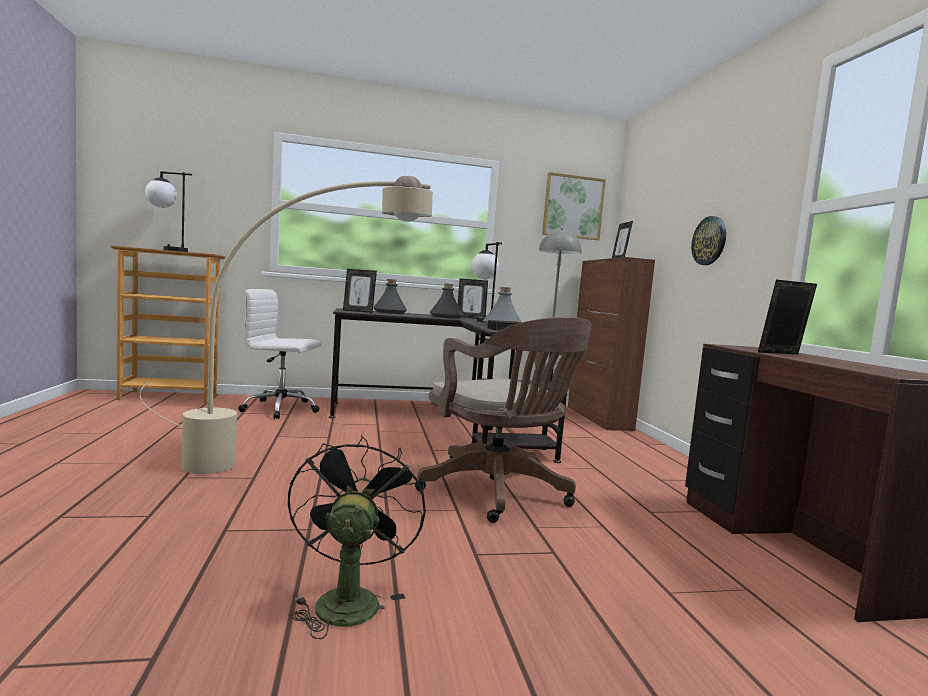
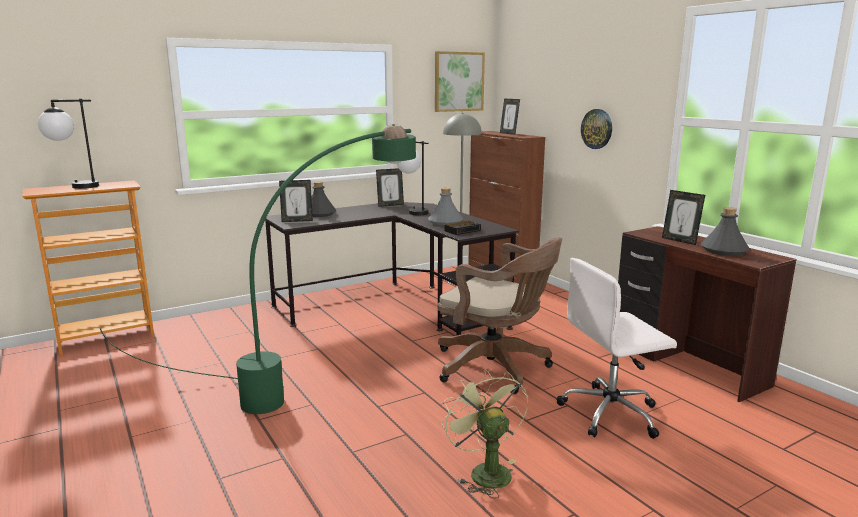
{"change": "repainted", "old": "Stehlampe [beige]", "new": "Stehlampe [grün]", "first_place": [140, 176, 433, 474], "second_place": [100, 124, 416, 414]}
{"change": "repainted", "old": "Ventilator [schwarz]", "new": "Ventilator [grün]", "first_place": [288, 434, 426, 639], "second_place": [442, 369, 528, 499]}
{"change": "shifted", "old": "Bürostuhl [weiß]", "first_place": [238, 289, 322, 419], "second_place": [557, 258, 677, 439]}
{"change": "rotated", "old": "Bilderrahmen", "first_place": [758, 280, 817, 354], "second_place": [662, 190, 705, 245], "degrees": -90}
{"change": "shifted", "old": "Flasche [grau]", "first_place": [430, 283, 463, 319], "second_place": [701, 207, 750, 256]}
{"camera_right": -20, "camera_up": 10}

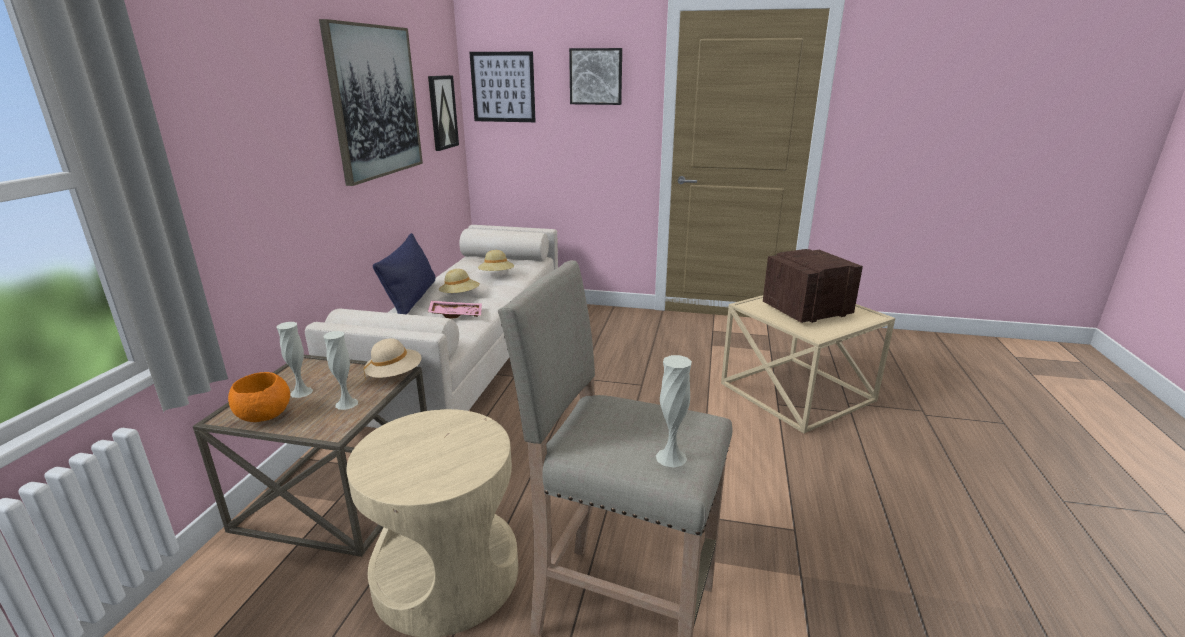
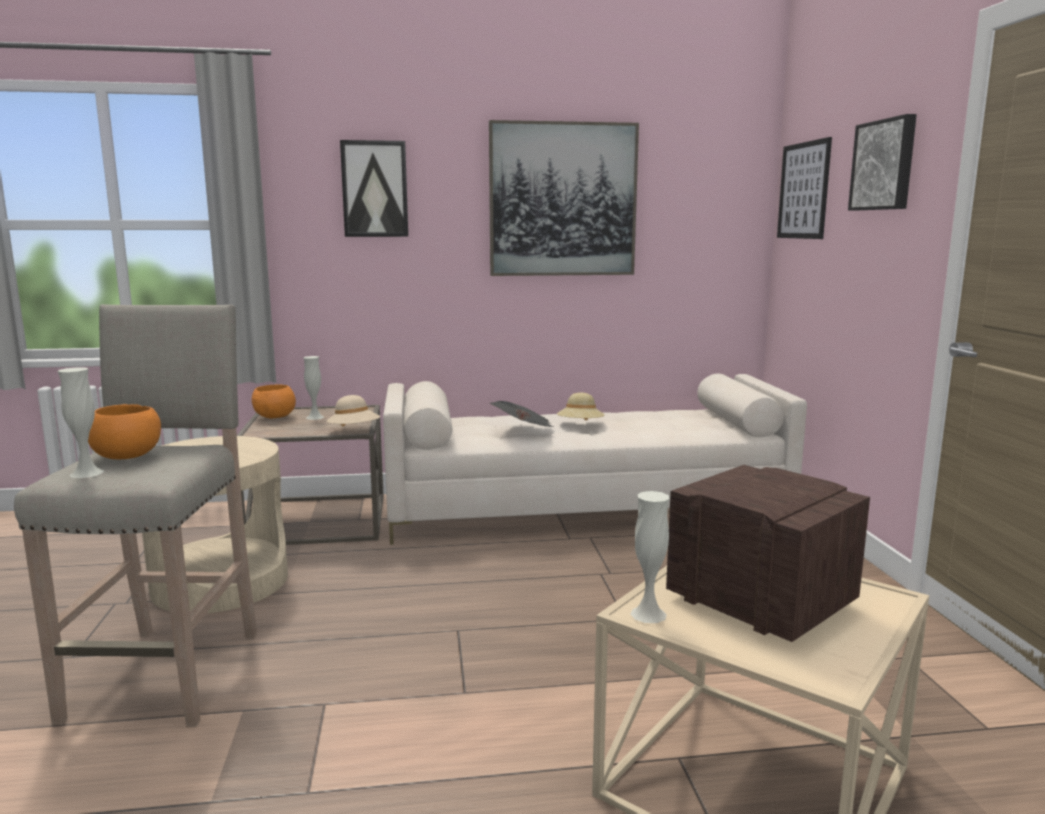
{"change": "new", "new": "Schüssel [orange]", "second_place": [88, 404, 161, 459]}
{"change": "shifted", "old": "Bild", "first_place": [428, 75, 459, 151], "second_place": [340, 140, 408, 237]}
{"change": "swapped", "old": "Tablett [rosa]", "new": "Zeitung", "first_place": [428, 301, 482, 318], "second_place": [490, 401, 554, 427]}
{"change": "shifted", "old": "Vase [weiß]", "first_place": [323, 331, 358, 410], "second_place": [631, 491, 670, 623]}
{"change": "gone", "old": "Kissen [blau]", "first_place": [373, 233, 436, 314]}
{"change": "gone", "old": "Hut [beige]", "first_place": [478, 250, 514, 271]}
{"camera_right": 70, "camera_up": -10}

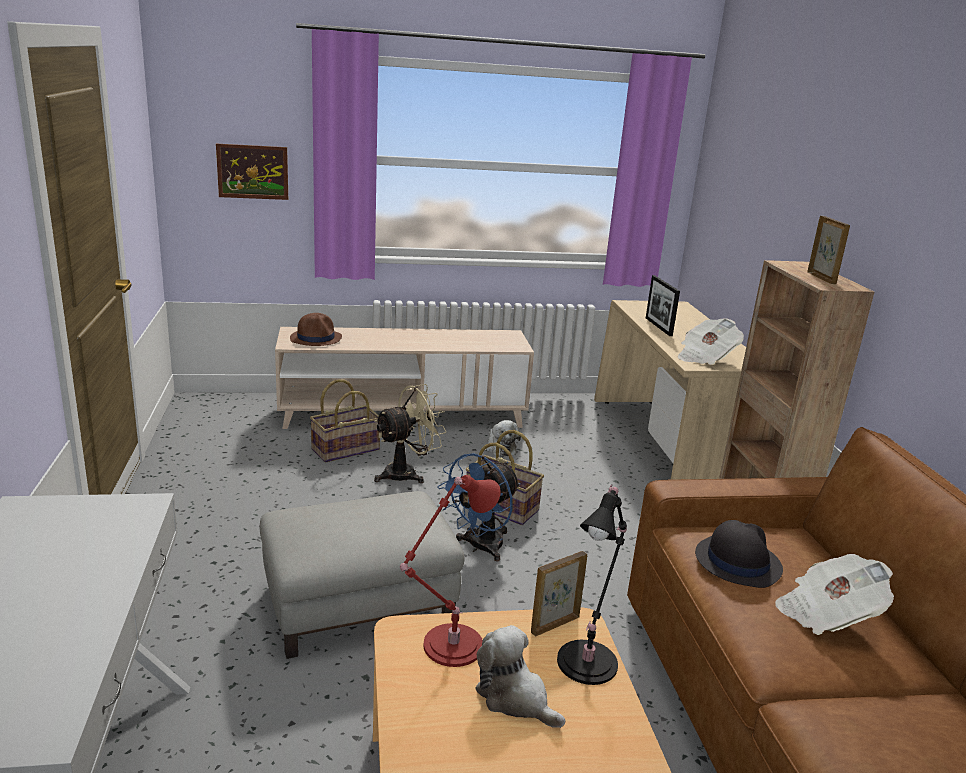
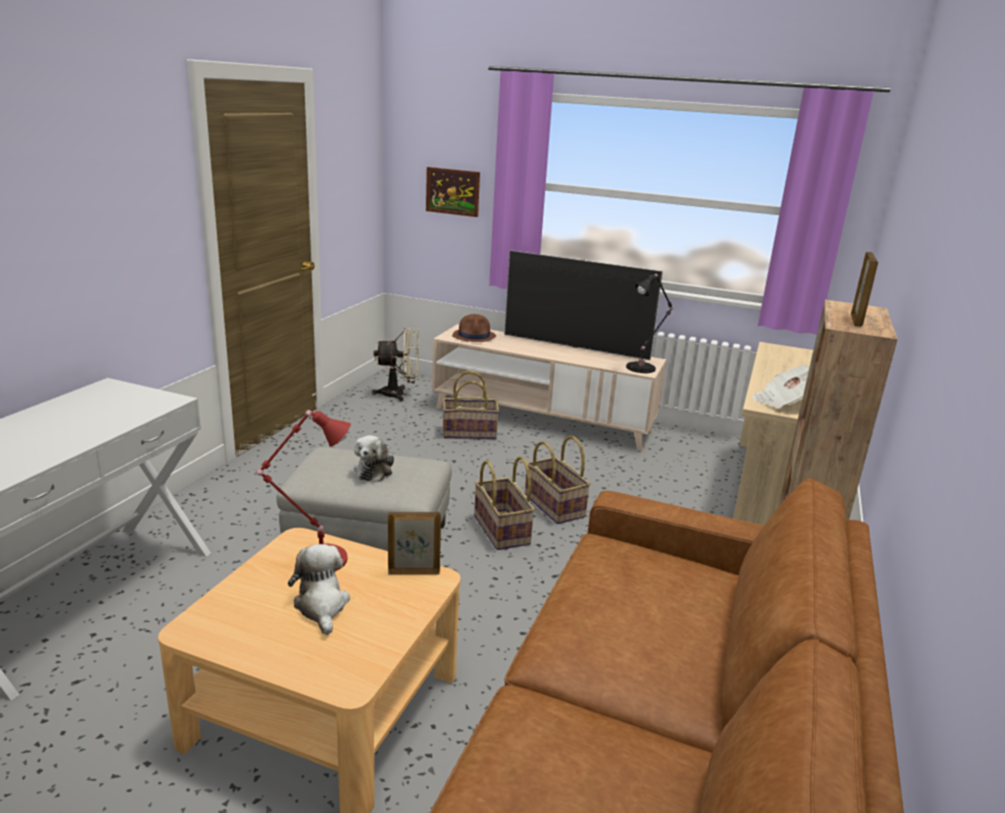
{"change": "shifted", "old": "Plüschtier", "first_place": [486, 420, 521, 457], "second_place": [354, 435, 394, 482]}
{"change": "shifted", "old": "Ventilator [beige]", "first_place": [374, 384, 446, 483], "second_place": [372, 328, 419, 402]}
{"change": "swapped", "old": "Ventilator [blau]", "new": "Korb", "first_place": [437, 453, 521, 561], "second_place": [474, 456, 535, 550]}
{"change": "new", "new": "Fernseher", "second_place": [504, 250, 663, 360]}
{"change": "shifted", "old": "Tischlampe [schwarz]", "first_place": [557, 484, 627, 685], "second_place": [626, 273, 673, 373]}
{"change": "gone", "old": "Bilderrahmen", "first_place": [646, 275, 680, 336]}
{"change": "gone", "old": "Hut [schwarz]", "first_place": [695, 520, 783, 588]}
{"change": "gone", "old": "Zeitung", "first_place": [775, 554, 894, 635]}
{"camera_right": 30, "camera_up": 0}

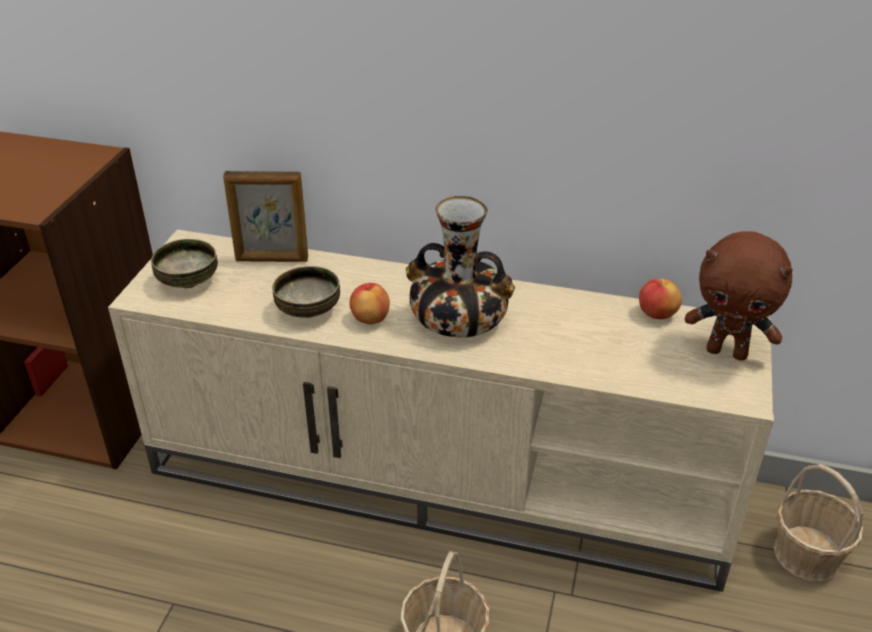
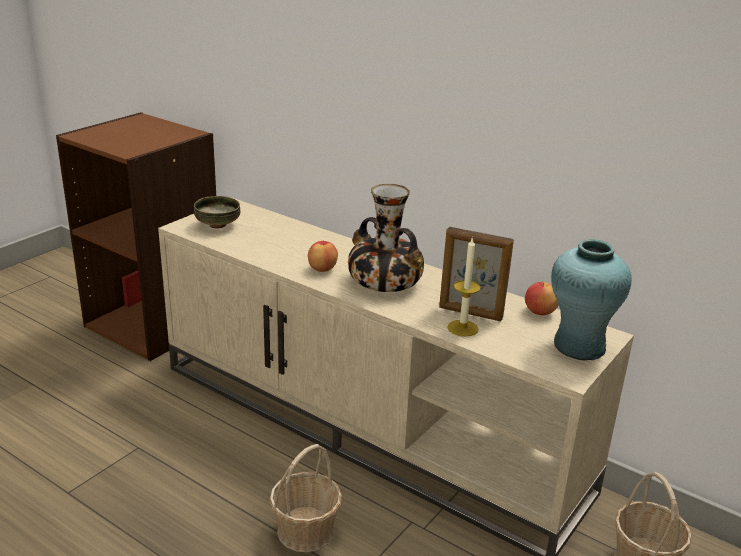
{"change": "shifted", "old": "Bilderrahmen", "first_place": [223, 171, 308, 262], "second_place": [439, 227, 514, 321]}
{"change": "new", "new": "Kerze", "second_place": [447, 237, 481, 337]}
{"change": "swapped", "old": "Plüschtier [braun]", "new": "Vase [türkis]", "first_place": [685, 231, 793, 361], "second_place": [551, 239, 631, 361]}
{"change": "gone", "old": "Schüssel", "first_place": [272, 266, 340, 318]}
{"camera_right": 20, "camera_up": -10}

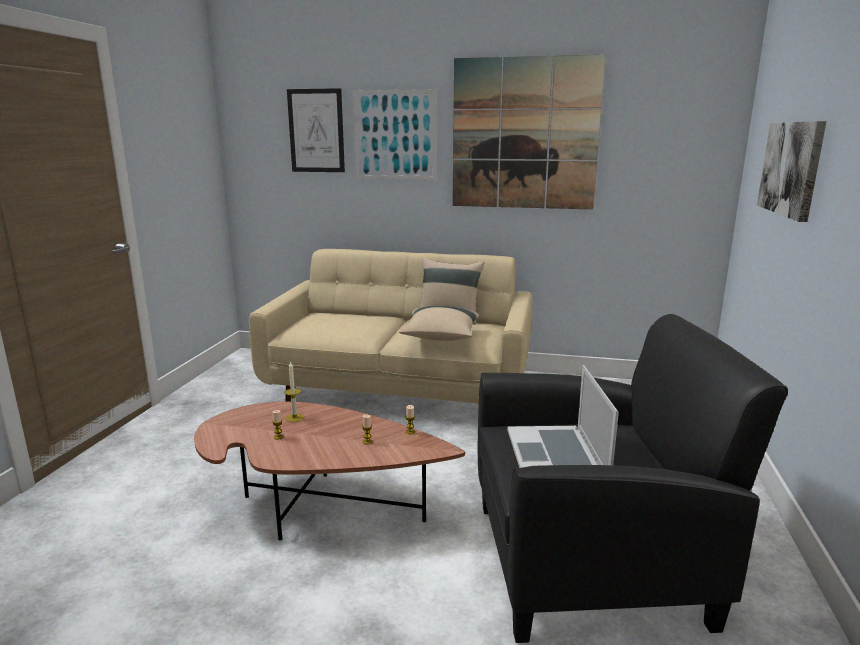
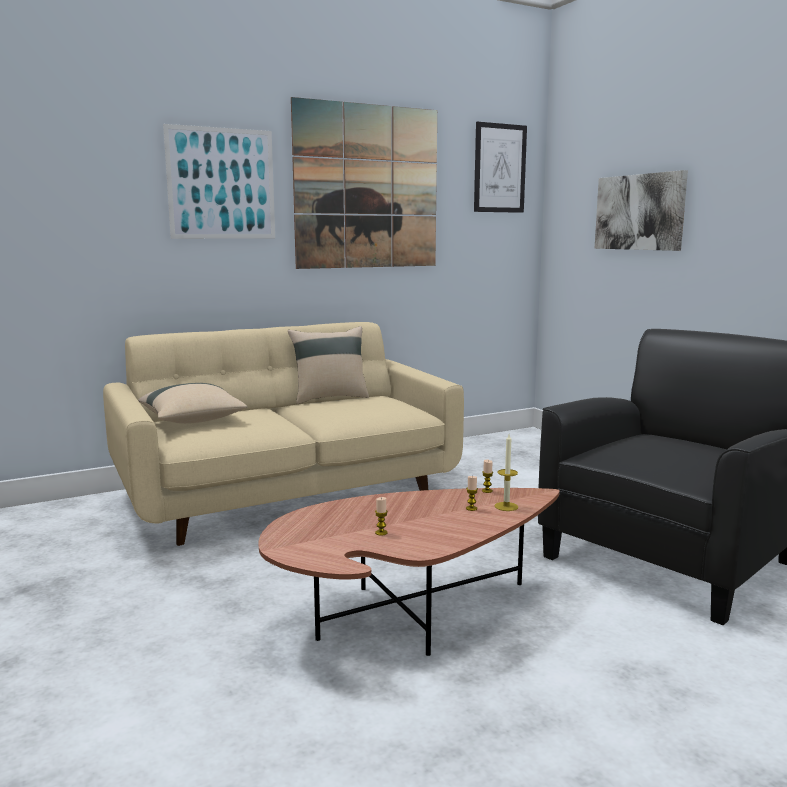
{"change": "shifted", "old": "Kissen [beige]", "first_place": [399, 306, 479, 341], "second_place": [138, 383, 247, 424]}
{"change": "shifted", "old": "Bild", "first_place": [287, 88, 345, 172], "second_place": [474, 122, 527, 213]}
{"change": "shifted", "old": "Kerze", "first_place": [285, 361, 304, 422], "second_place": [495, 434, 518, 511]}
{"change": "gone", "old": "Laptop", "first_place": [507, 365, 619, 468]}
{"camera_right": -40, "camera_up": -5}

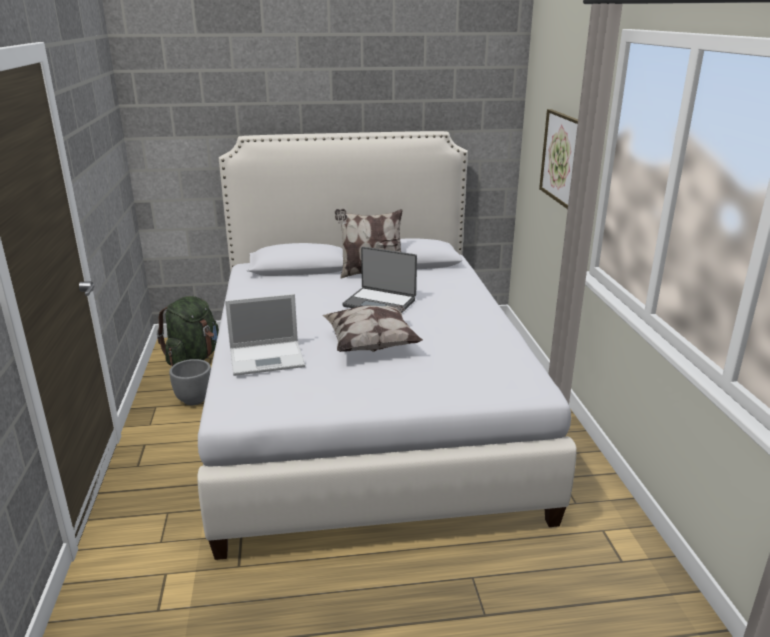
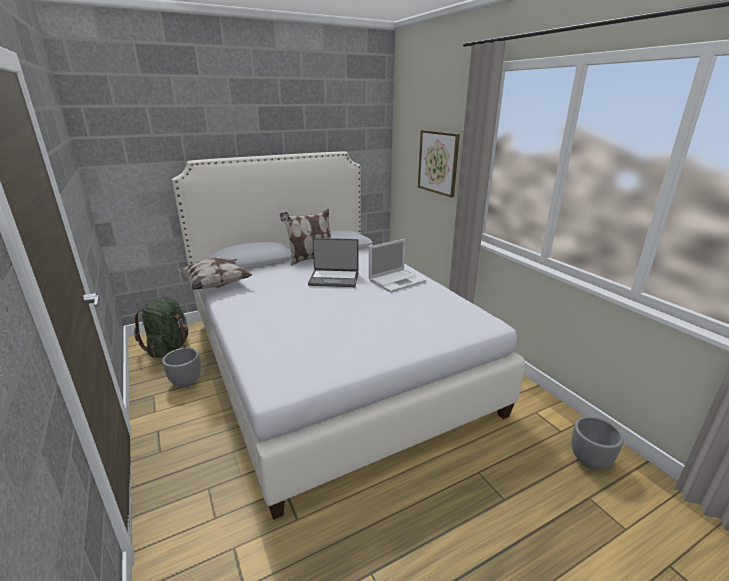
{"change": "shifted", "old": "Kissen", "first_place": [323, 305, 423, 352], "second_place": [178, 257, 252, 290]}
{"change": "shifted", "old": "Laptop", "first_place": [225, 294, 305, 376], "second_place": [369, 239, 426, 293]}
{"change": "new", "new": "Pflanzkübel [grau]", "second_place": [571, 416, 624, 469]}
{"camera_right": -20, "camera_up": 0}

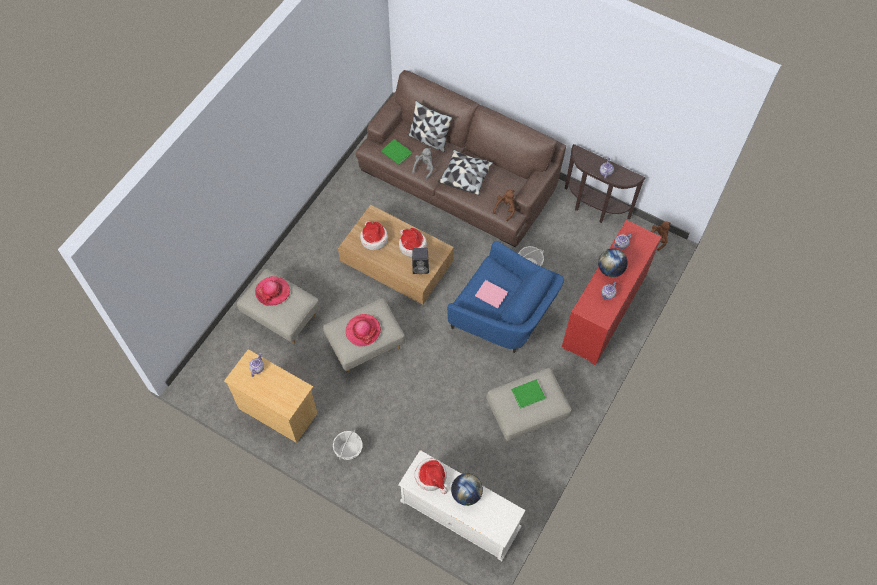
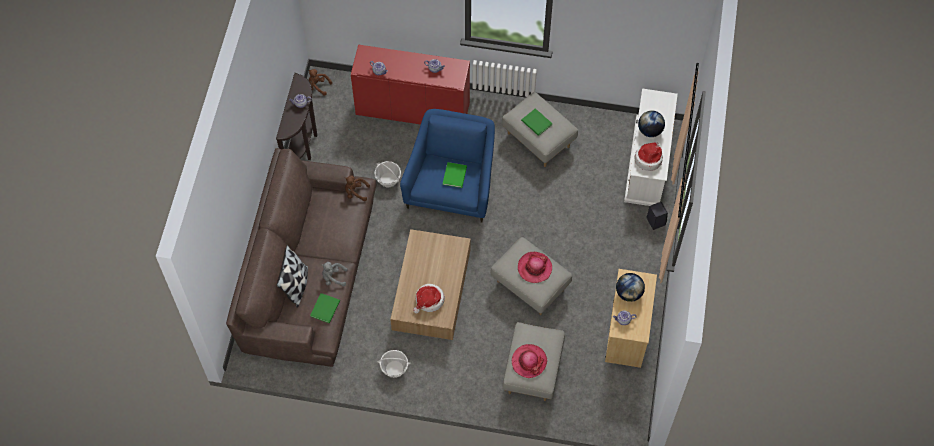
{"change": "shifted", "old": "Korb", "first_place": [333, 430, 363, 460], "second_place": [377, 350, 410, 378]}
{"change": "repainted", "old": "Buch [rosa]", "new": "Buch [grün]", "first_place": [475, 280, 508, 308], "second_place": [443, 162, 467, 188]}
{"change": "shifted", "old": "Globus", "first_place": [598, 248, 628, 277], "second_place": [616, 273, 645, 302]}
{"change": "shifted", "old": "Lautsprecher [schwarz]", "first_place": [412, 248, 429, 274], "second_place": [646, 202, 668, 230]}
{"change": "gone", "old": "Hut", "first_place": [399, 228, 427, 257]}
{"change": "gone", "old": "Kissen", "first_place": [438, 150, 493, 195]}
{"camera_right": -110, "camera_up": 0}

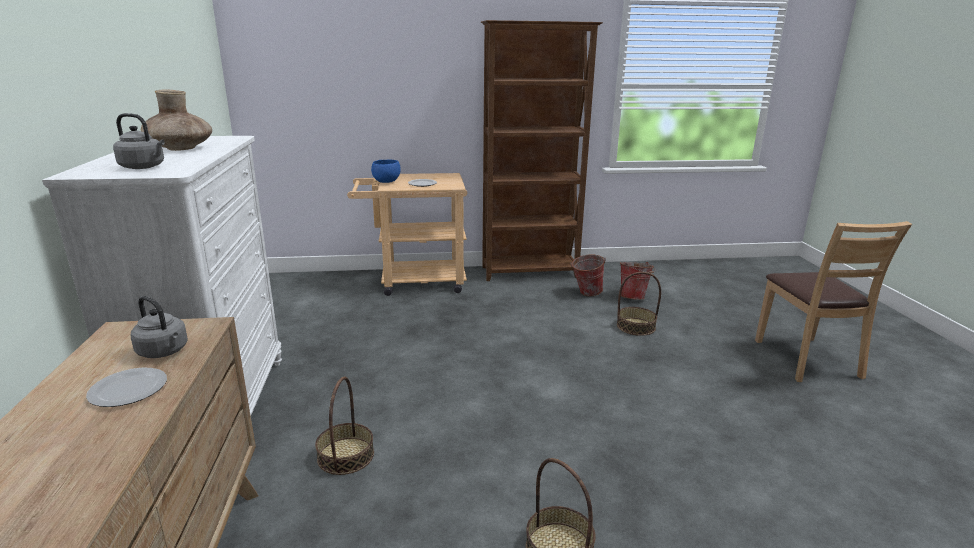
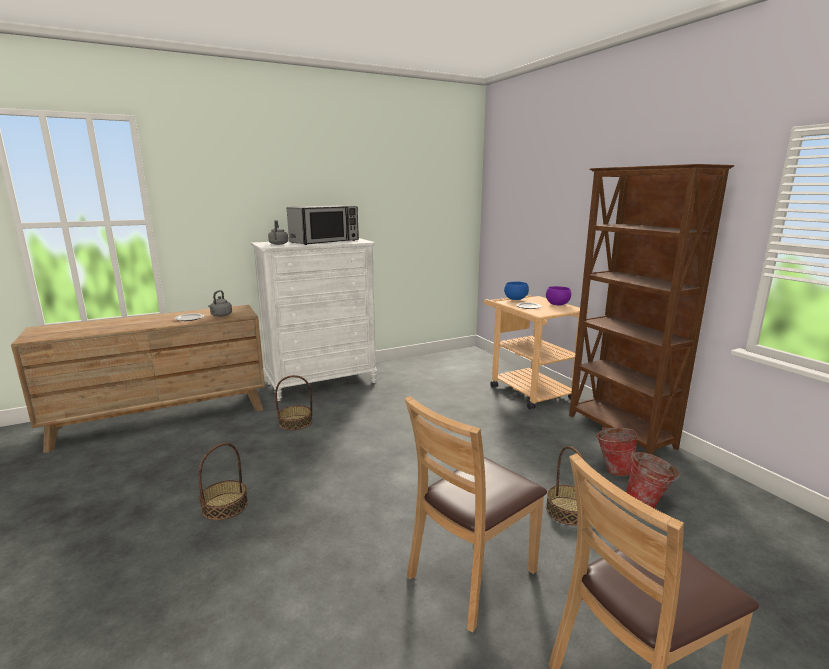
{"change": "swapped", "old": "Vase [braun]", "new": "Mikrowelle", "first_place": [141, 89, 212, 151], "second_place": [287, 205, 359, 245]}
{"change": "new", "new": "Stuhl [braun]", "second_place": [404, 396, 547, 632]}
{"change": "new", "new": "Schüssel [lila]", "second_place": [546, 286, 571, 305]}
{"camera_right": 70, "camera_up": -5}

